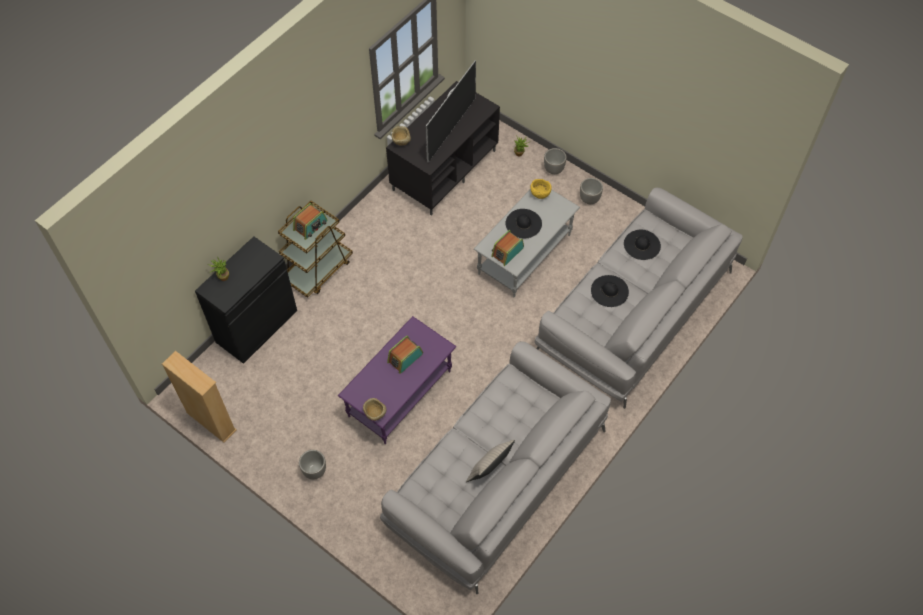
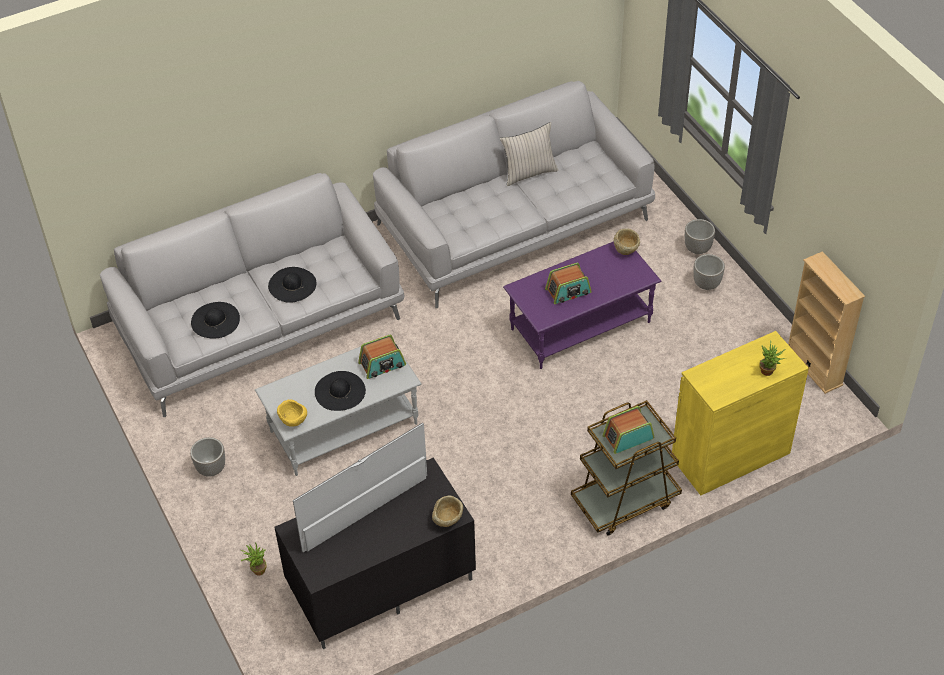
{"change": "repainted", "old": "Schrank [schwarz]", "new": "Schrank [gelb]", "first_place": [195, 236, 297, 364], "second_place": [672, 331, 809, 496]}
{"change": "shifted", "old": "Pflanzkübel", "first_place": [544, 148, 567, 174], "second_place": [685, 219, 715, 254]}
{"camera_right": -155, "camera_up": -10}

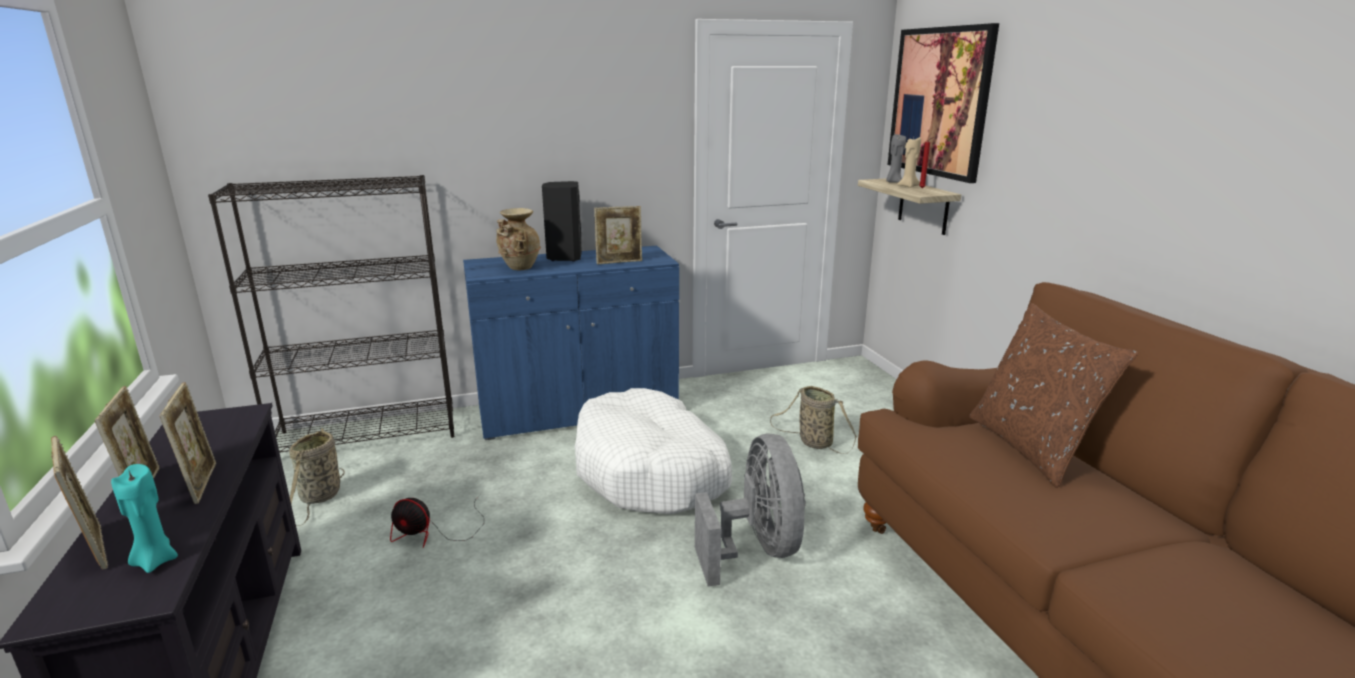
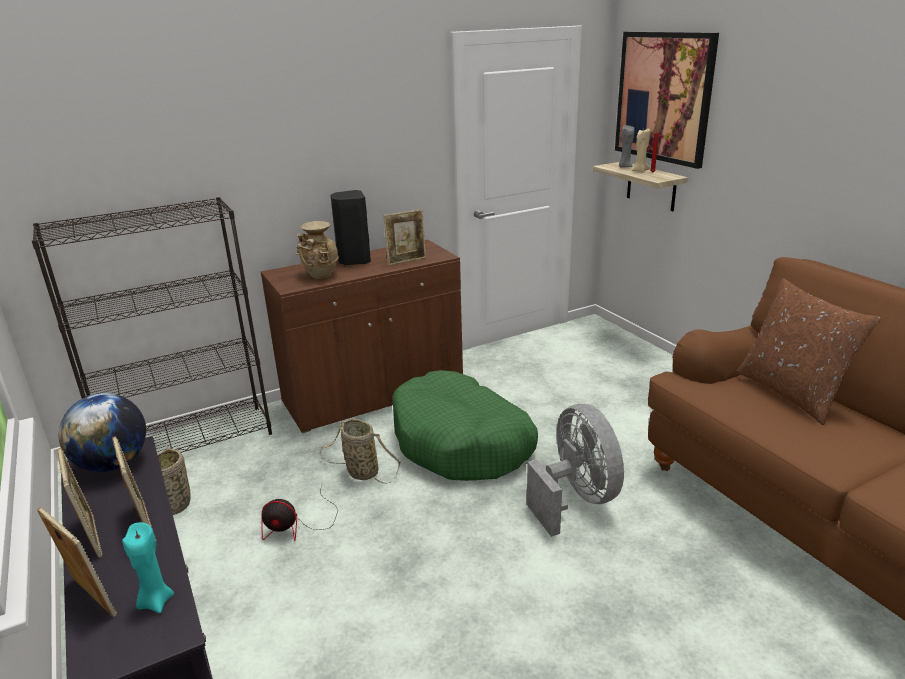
{"change": "new", "new": "Globus", "second_place": [59, 393, 146, 472]}
{"change": "repainted", "old": "Schrank [blau]", "new": "Schrank [braun]", "first_place": [463, 246, 679, 440], "second_place": [261, 240, 463, 433]}
{"change": "shifted", "old": "Korb", "first_place": [770, 386, 857, 454], "second_place": [320, 418, 401, 484]}
{"change": "repainted", "old": "Hundebett [weiß]", "new": "Hundebett [grün]", "first_place": [575, 388, 732, 514], "second_place": [392, 370, 538, 481]}
{"camera_right": -10, "camera_up": 5}

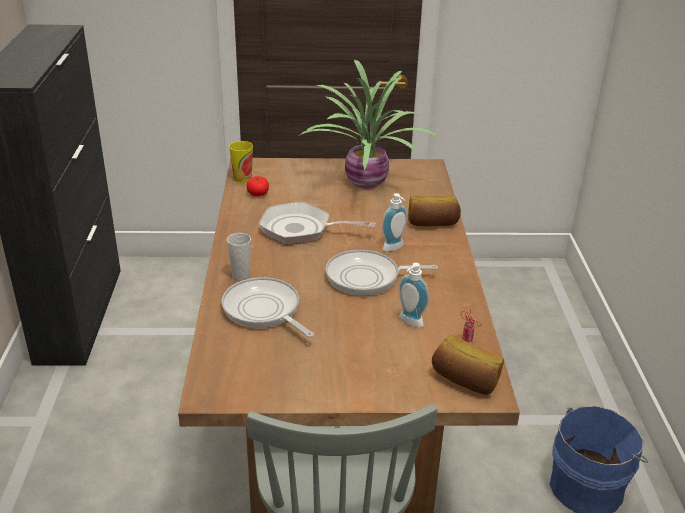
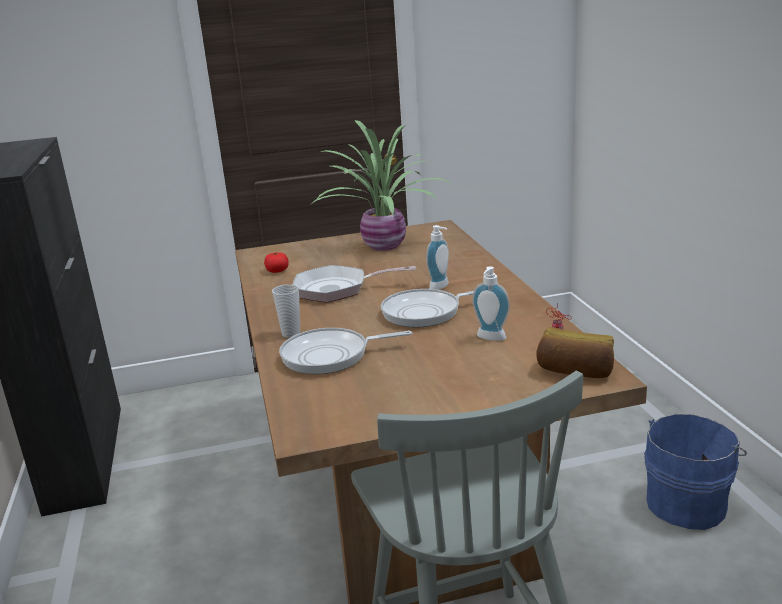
{"change": "rotated", "old": "Pfanne", "first_place": [221, 277, 314, 338], "second_place": [279, 328, 412, 374], "degrees": -45}
{"change": "gone", "old": "Tasse", "first_place": [229, 141, 253, 183]}
{"change": "gone", "old": "Brot", "first_place": [408, 195, 461, 227]}
{"camera_right": -10, "camera_up": -10}

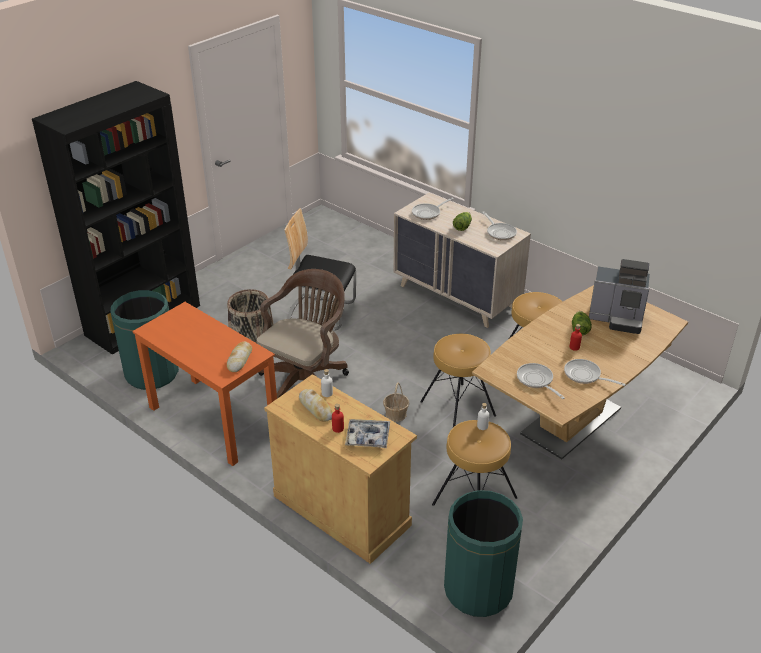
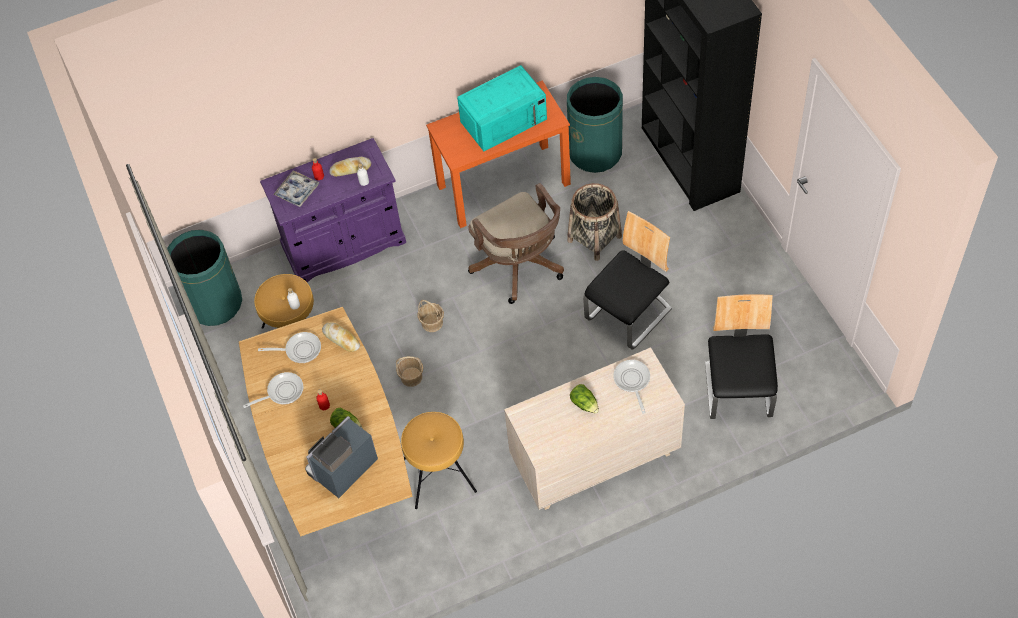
{"change": "repainted", "old": "Schrank [beige]", "new": "Schrank [lila]", "first_place": [264, 374, 417, 564], "second_place": [260, 138, 406, 282]}
{"change": "shifted", "old": "Brot", "first_place": [227, 342, 252, 372], "second_place": [322, 322, 360, 352]}
{"change": "swapped", "old": "Hocker [braun]", "new": "Korb", "first_place": [420, 334, 496, 427], "second_place": [396, 356, 423, 387]}
{"change": "new", "new": "Mikrowelle [türkis]", "second_place": [457, 65, 547, 151]}
{"change": "new", "new": "Stuhl", "second_place": [705, 294, 778, 419]}
{"change": "gone", "old": "Pfanne", "first_place": [482, 211, 517, 240]}
{"camera_right": 120, "camera_up": 20}

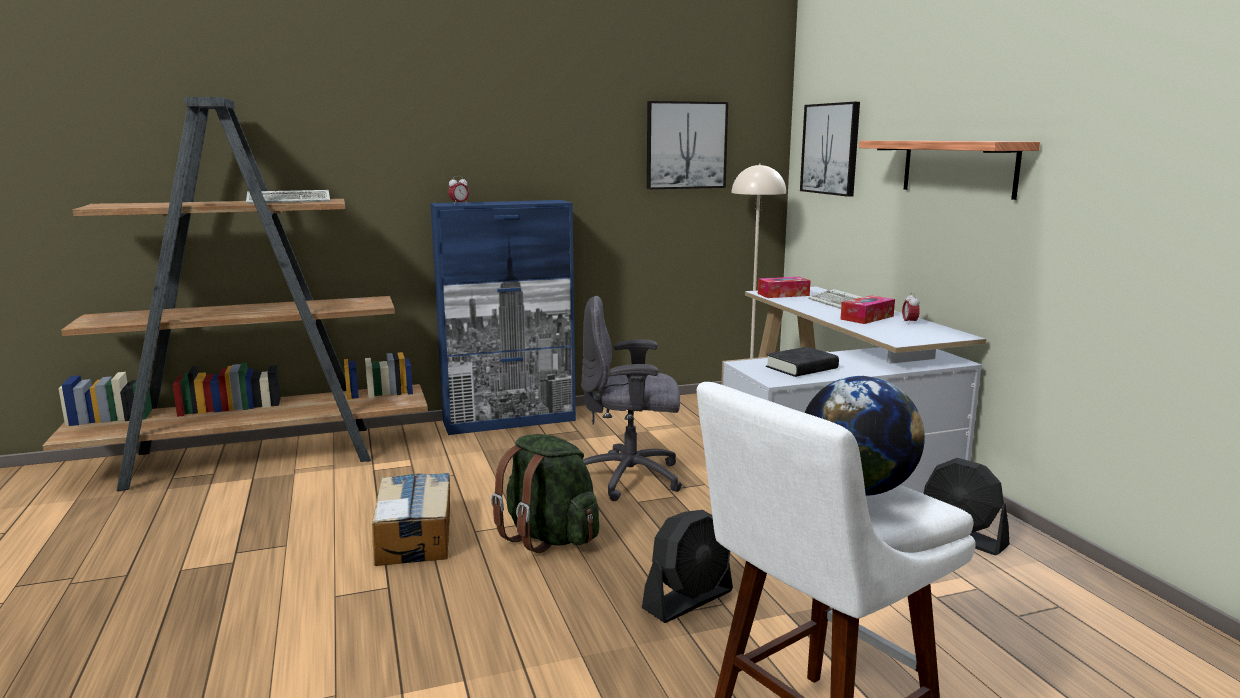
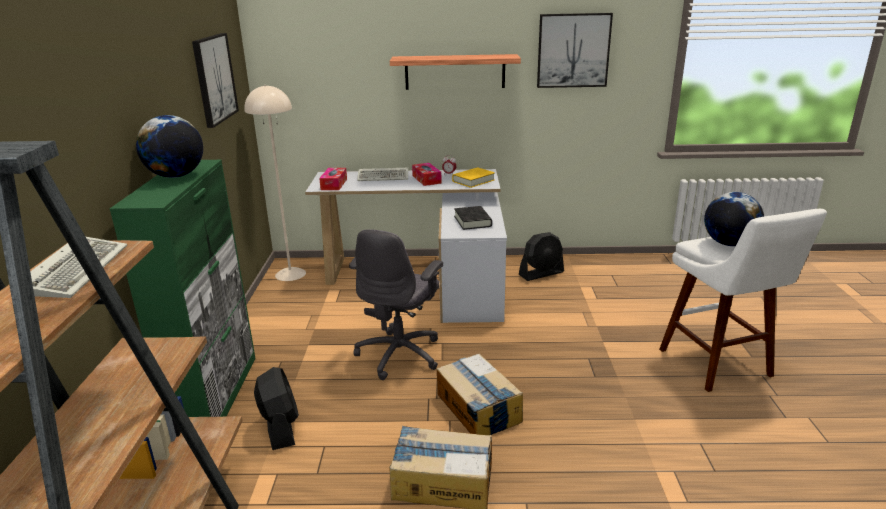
{"change": "repainted", "old": "Schrank [blau]", "new": "Schrank [grün]", "first_place": [430, 200, 576, 435], "second_place": [110, 160, 256, 417]}
{"change": "new", "new": "Globus", "second_place": [136, 115, 203, 178]}
{"change": "shifted", "old": "Ventilator [schwarz]", "first_place": [642, 510, 733, 623], "second_place": [254, 367, 299, 450]}
{"change": "swapped", "old": "Rucksack [grün]", "new": "Karton", "first_place": [491, 434, 599, 553], "second_place": [437, 354, 523, 435]}
{"change": "new", "new": "Buch [gelb]", "second_place": [452, 167, 495, 188]}
{"change": "shifted", "old": "Bild", "first_place": [800, 102, 860, 197], "second_place": [537, 13, 613, 88]}
{"change": "gone", "old": "Wecker", "first_place": [448, 176, 469, 205]}
{"camera_right": -70, "camera_up": 10}

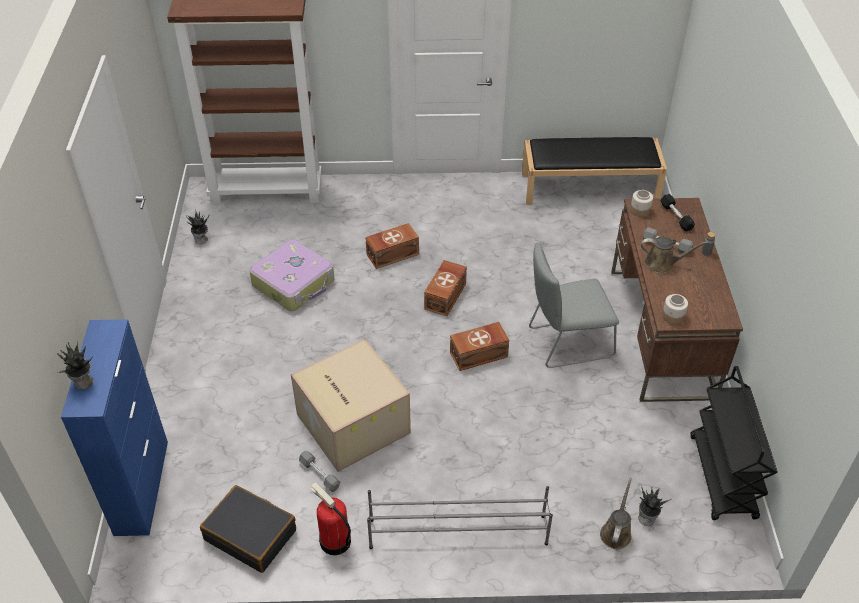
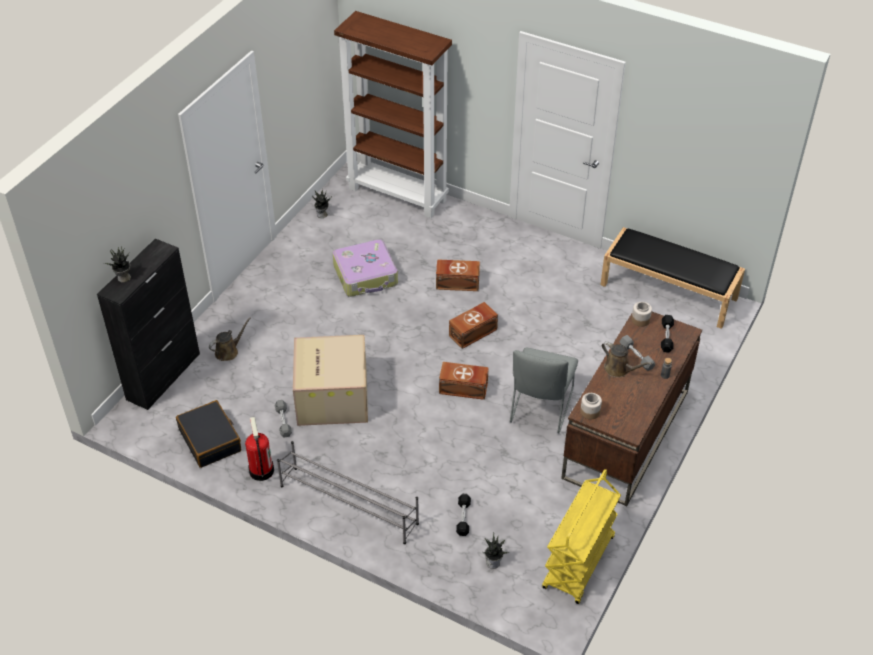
{"change": "repainted", "old": "Schrank [blau]", "new": "Schrank [schwarz]", "first_place": [61, 319, 168, 536], "second_place": [97, 238, 200, 410]}
{"change": "shifted", "old": "Gießkanne [braun]", "first_place": [600, 478, 632, 549], "second_place": [209, 317, 251, 361]}
{"change": "new", "new": "Hantel [schwarz]", "second_place": [456, 494, 471, 536]}
{"change": "rotated", "old": "Stuhl [grau]", "first_place": [529, 242, 619, 368], "second_place": [510, 348, 578, 433], "degrees": -90}
{"change": "repainted", "old": "Rollwagen [schwarz]", "new": "Rollwagen [gelb]", "first_place": [690, 366, 778, 520], "second_place": [542, 469, 621, 604]}
{"camera_right": 30, "camera_up": 0}

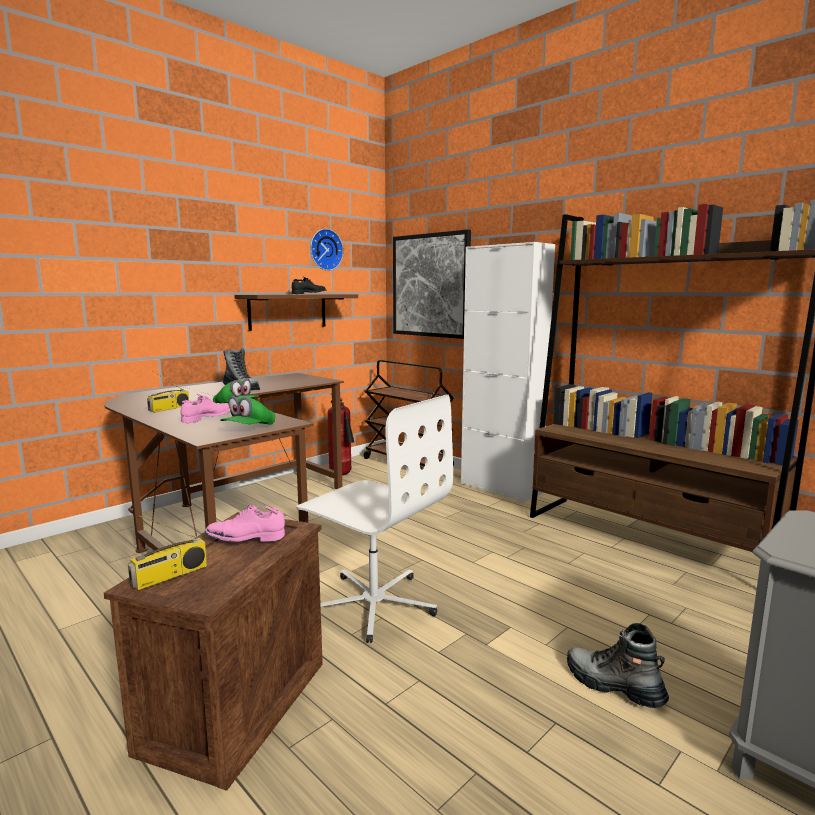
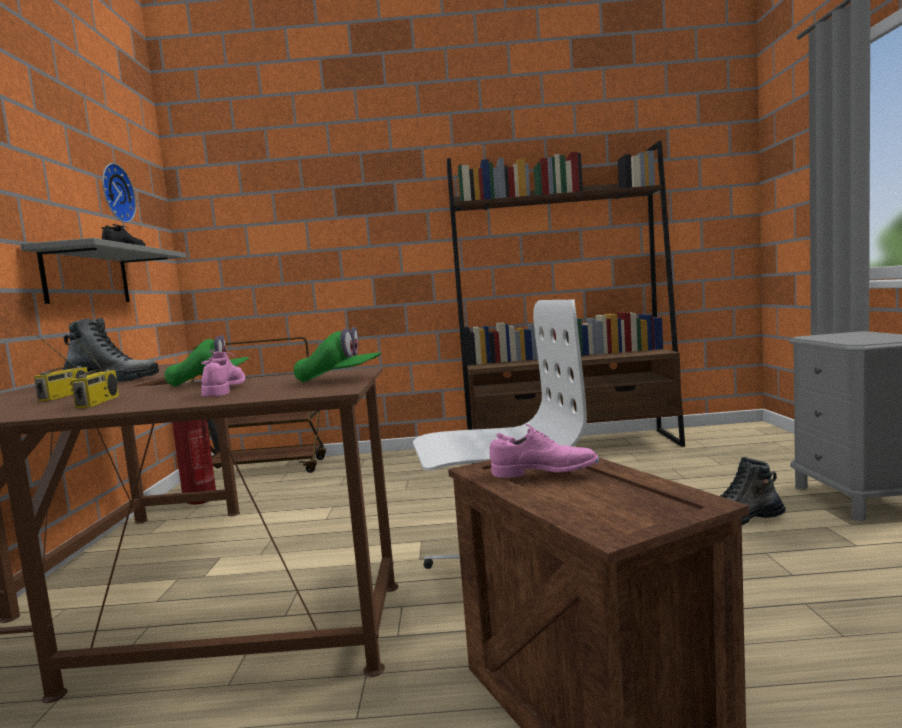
{"change": "repainted", "old": "Wandregal [braun]", "new": "Wandregal [grau]", "first_place": [234, 294, 358, 331], "second_place": [20, 238, 186, 304]}
{"change": "shifted", "old": "Radio", "first_place": [128, 515, 207, 590], "second_place": [34, 335, 88, 402]}
{"change": "rotated", "old": "Kappe [grün]", "first_place": [220, 396, 275, 424], "second_place": [294, 327, 381, 382], "degrees": -60}
{"change": "rotated", "old": "Schuh [rosa]", "first_place": [204, 505, 285, 542], "second_place": [490, 424, 599, 478], "degrees": -120}
{"change": "gone", "old": "Bild", "first_place": [393, 229, 471, 339]}
{"change": "gone", "old": "Schrank [weiß]", "first_place": [461, 242, 555, 503]}
{"camera_right": -45, "camera_up": -5}

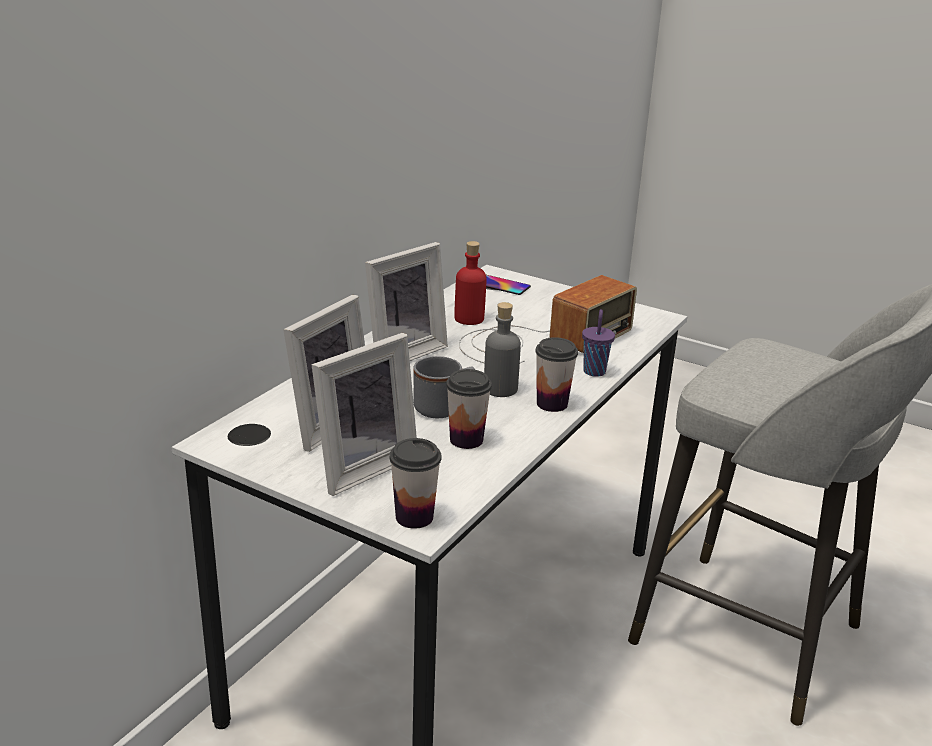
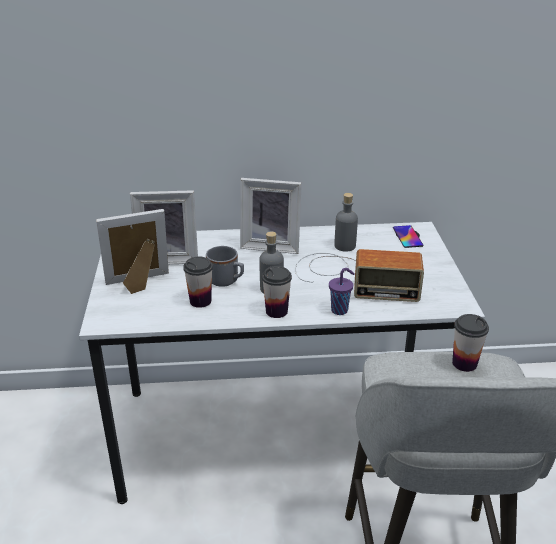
{"change": "rotated", "old": "Bilderrahmen", "first_place": [312, 333, 417, 496], "second_place": [96, 209, 169, 294], "degrees": 150}
{"change": "repainted", "old": "Flasche [rot]", "new": "Flasche [grau]", "first_place": [454, 241, 487, 325], "second_place": [334, 193, 358, 252]}
{"change": "shifted", "old": "Tasse", "first_place": [390, 438, 442, 529], "second_place": [452, 314, 489, 372]}
{"camera_right": 55, "camera_up": 5}

